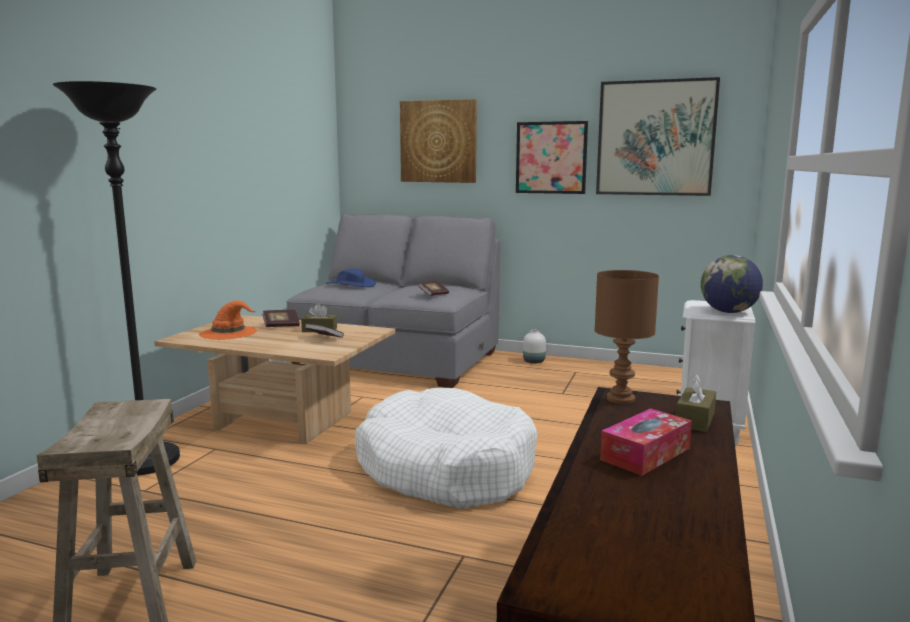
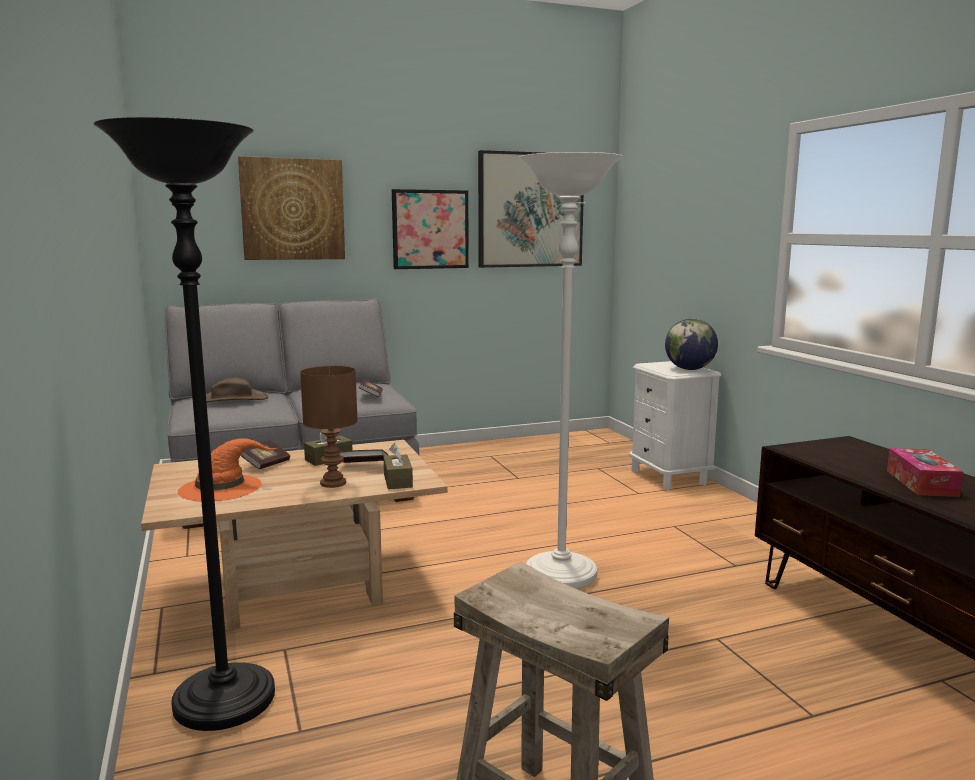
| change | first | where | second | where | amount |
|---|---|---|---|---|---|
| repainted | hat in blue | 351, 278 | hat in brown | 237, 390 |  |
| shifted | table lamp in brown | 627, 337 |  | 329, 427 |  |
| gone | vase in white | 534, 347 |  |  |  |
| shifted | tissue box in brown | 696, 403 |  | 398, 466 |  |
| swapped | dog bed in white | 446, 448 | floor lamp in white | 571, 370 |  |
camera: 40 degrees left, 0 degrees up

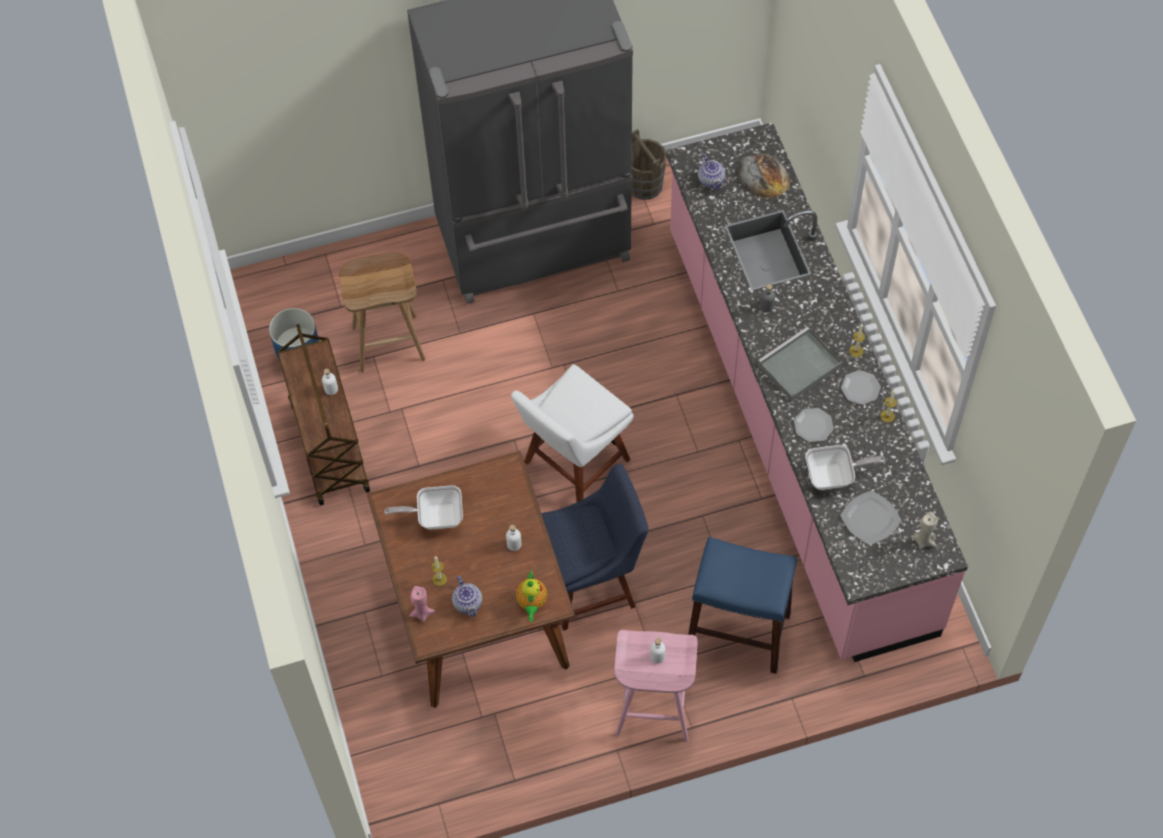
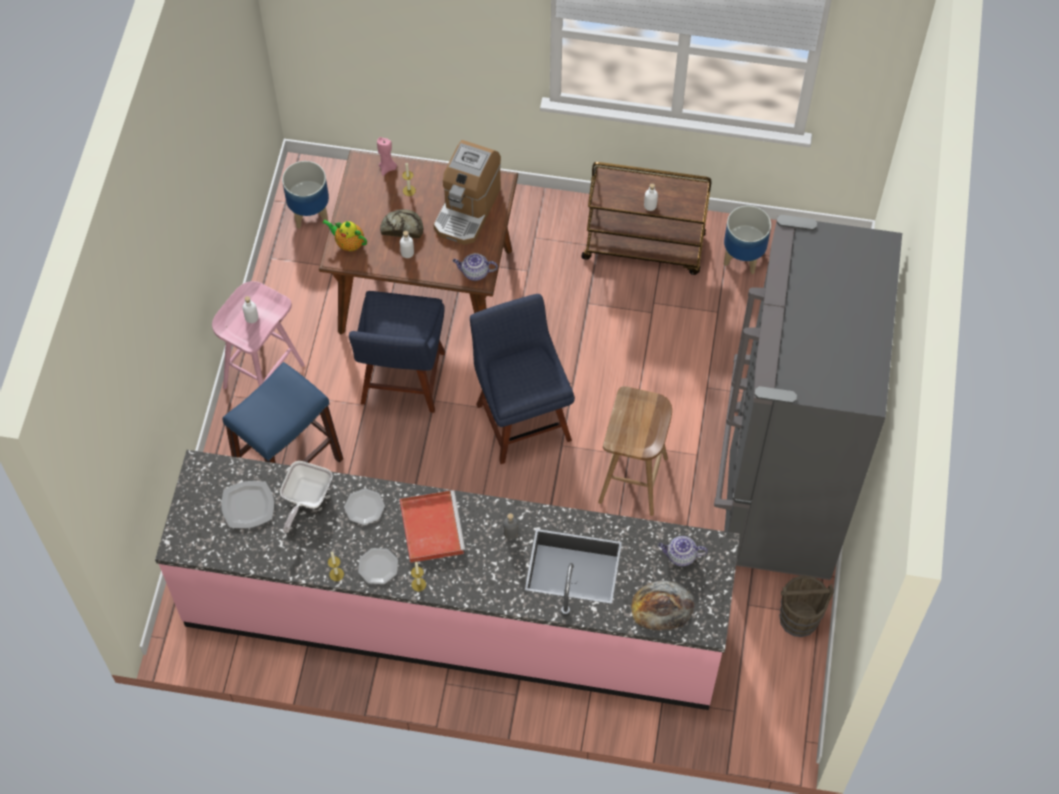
| change | first | where | second | where | amount |
|---|---|---|---|---|---|
| shifted | stool in brown | 382, 312 |  | 635, 451 |  |
| repainted | tray in grey | 800, 364 | tray in red | 432, 526 |  |
| repainted | chair in white | 572, 433 | chair in blue | 522, 379 |  |
| swapped | frying pan | 424, 507 | coffee machine | 467, 192 |  |
| gone | candle in beige | 924, 530 |  |  |  |
| shifted | teapot | 467, 596 |  | 475, 267 |  |
| new |  |  | planter | 305, 194 |  |
| new |  |  | bread | 401, 223 |  |
camera: 115 degrees right, 0 degrees up

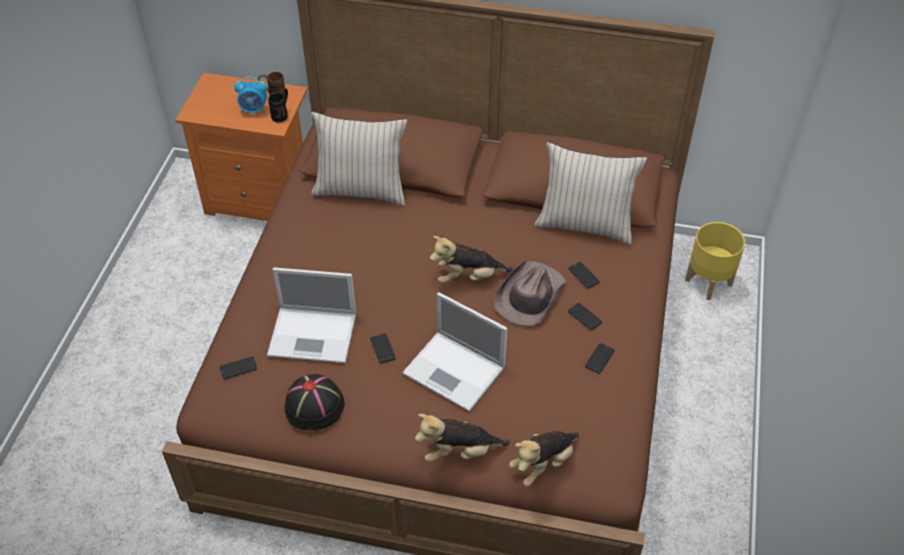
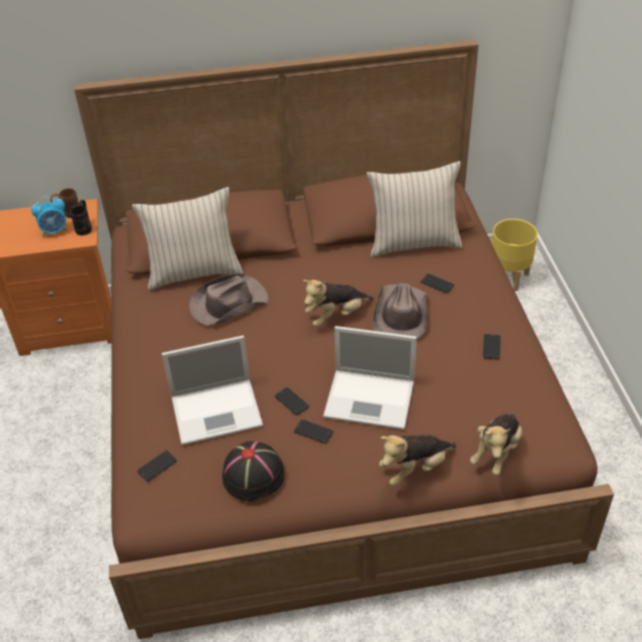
| change | first | where | second | where | amount |
|---|---|---|---|---|---|
| shifted | phone | 585, 316 |  | 313, 431 |  |
| new |  |  | hat in brown | 229, 300 |  |
camera: 20 degrees left, 5 degrees down

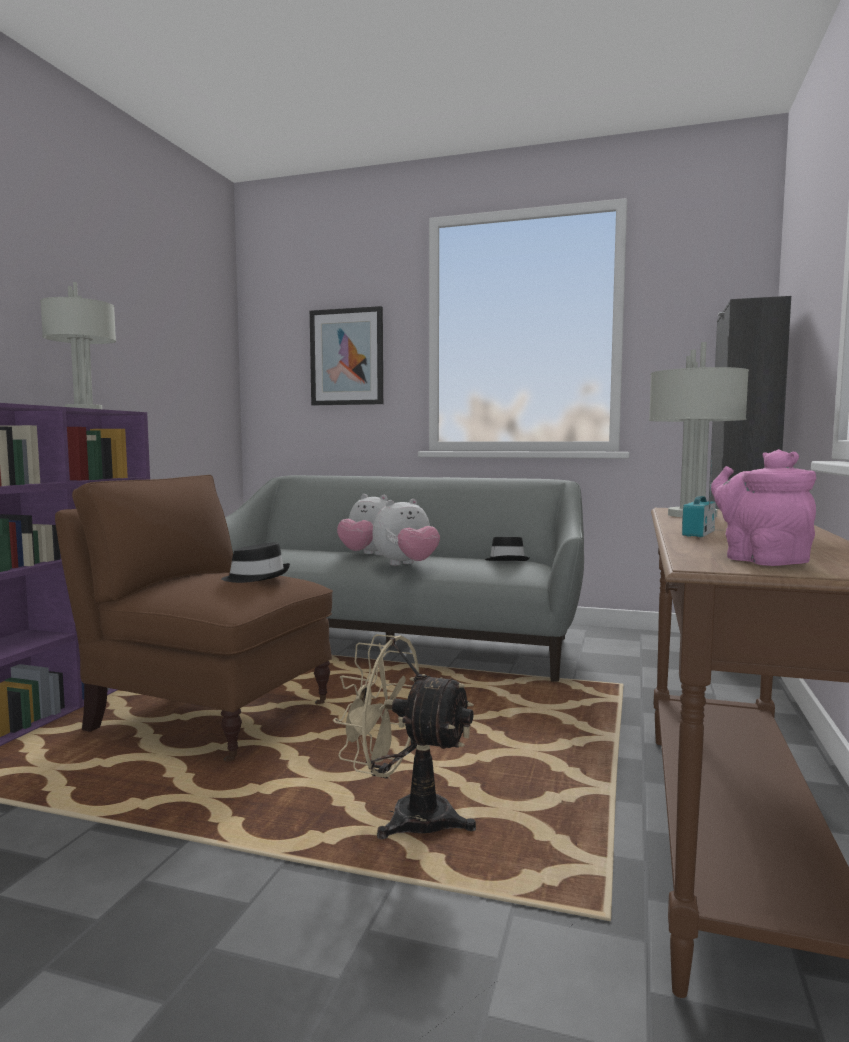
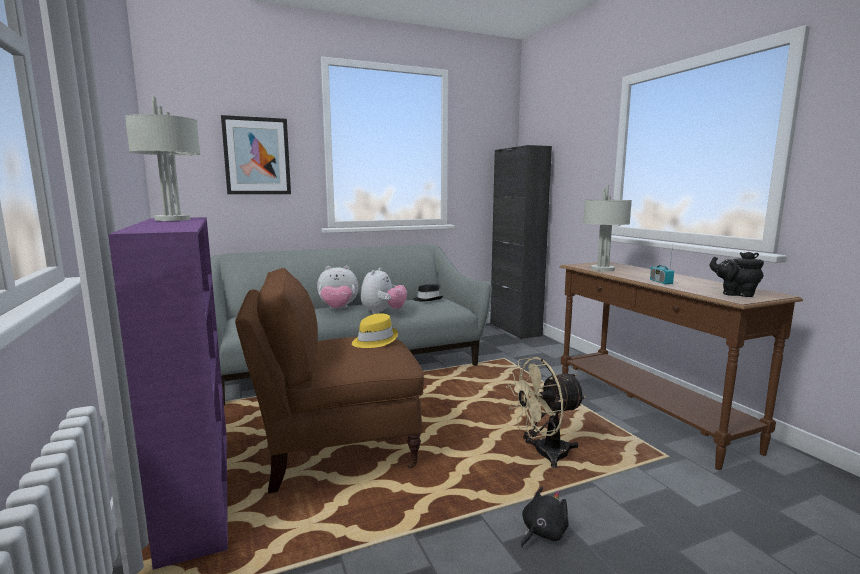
| change | first | where | second | where | amount |
|---|---|---|---|---|---|
| repainted | teapot in pink | 763, 507 | teapot in black | 737, 274 |  |
| repainted | hat in black | 255, 562 | hat in yellow | 375, 330 |  |
| new |  |  | plush toy in black | 545, 517 |  |
camera: 40 degrees left, 5 degrees up

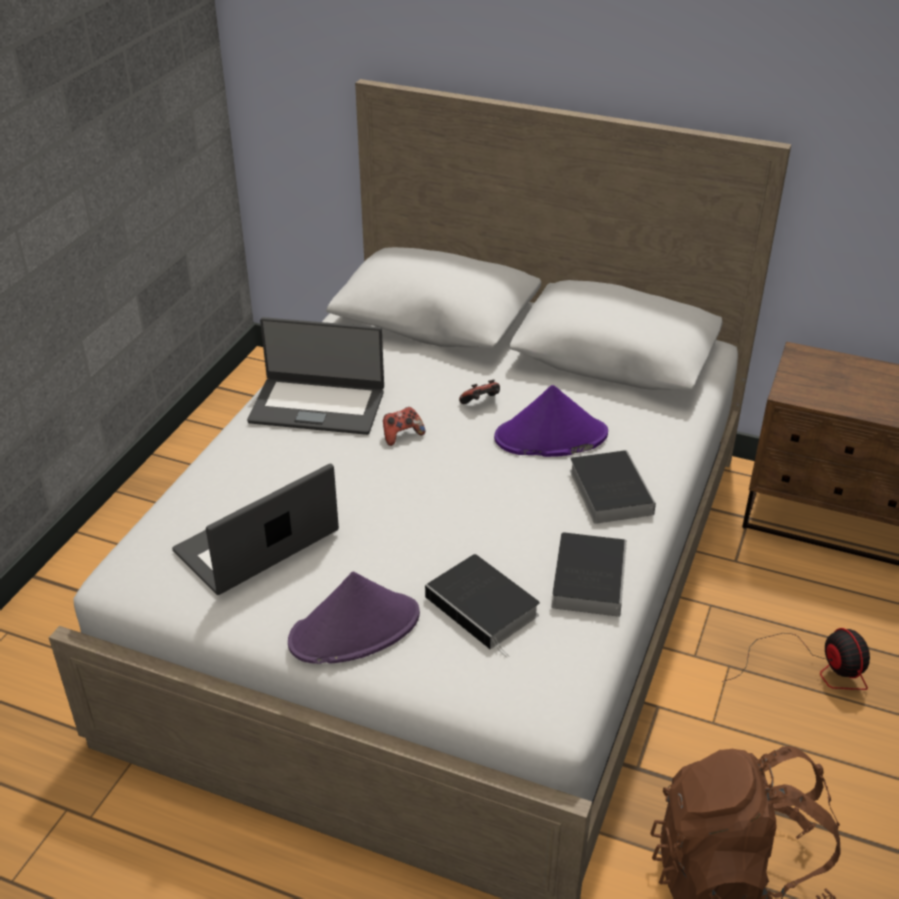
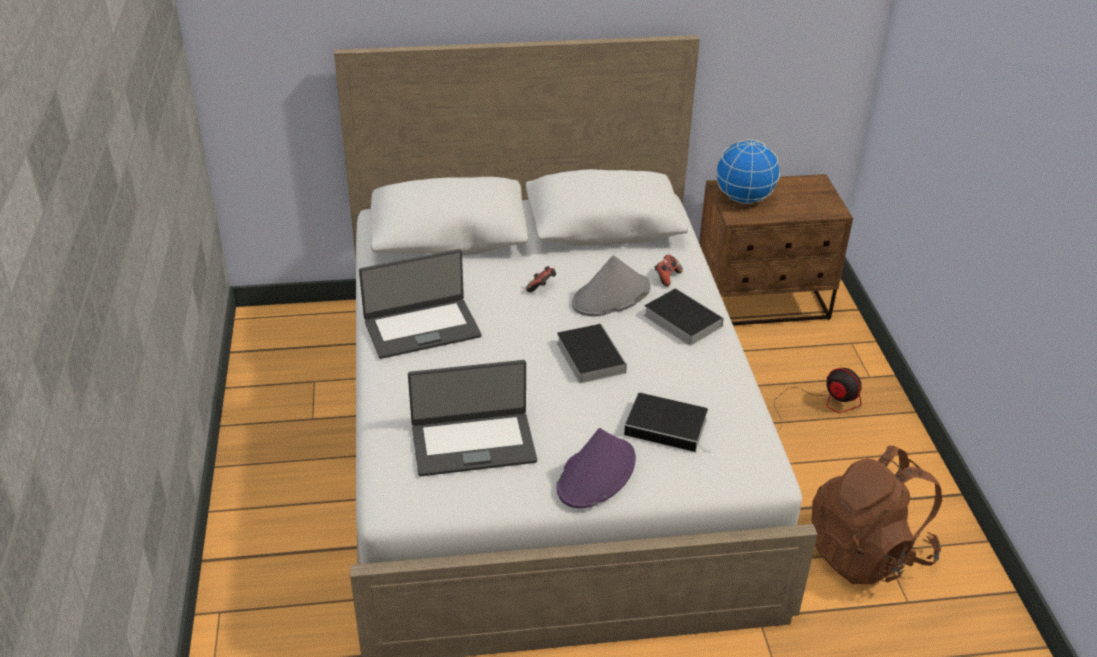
| change | first | where | second | where | amount |
|---|---|---|---|---|---|
| repainted | hat in purple | 551, 421 | hat in grey | 611, 286 |  |
| shifted | game controller | 404, 426 |  | 669, 270 |  |
| rotated | laptop | 255, 529 |  | 472, 418 | 120 degrees counterclockwise |
| shifted | book | 589, 574 |  | 592, 353 |  |
| new |  |  | globe | 748, 172 |  |
camera: 30 degrees left, 0 degrees up

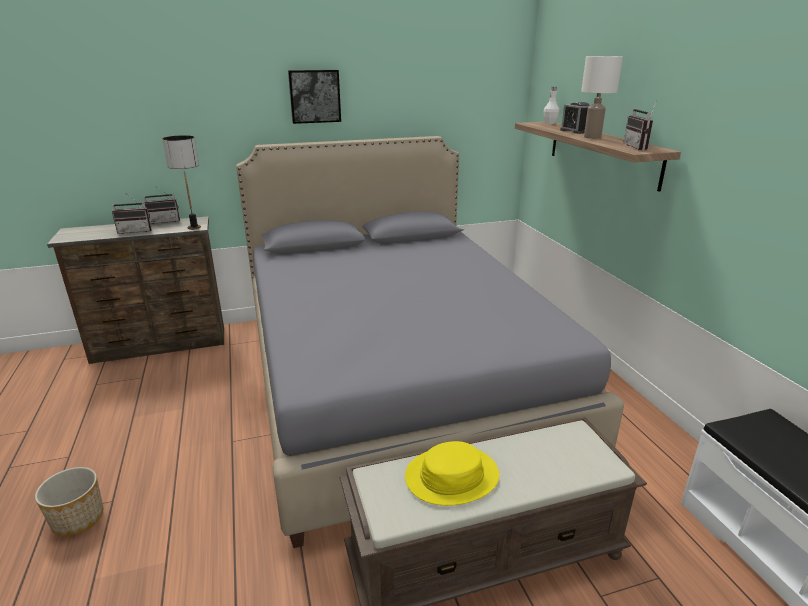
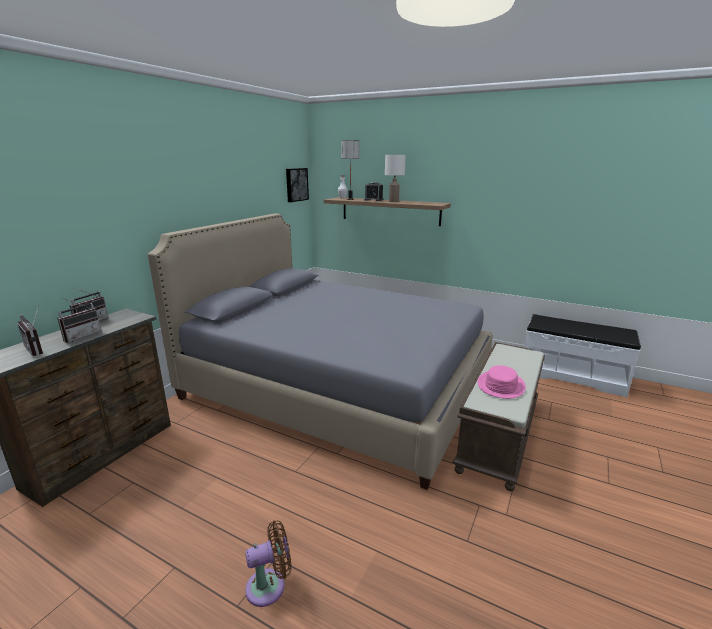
| change | first | where | second | where | amount |
|---|---|---|---|---|---|
| shifted | picture | 314, 97 |  | 297, 185 |  |
| shifted | radio | 640, 125 |  | 30, 331 |  |
| shifted | table lamp | 181, 182 |  | 350, 170 |  |
| repainted | hat in yellow | 452, 473 | hat in pink | 502, 382 |  |
| swapped | planter | 69, 501 | fan in brown | 268, 563 |  |
camera: 45 degrees left, 5 degrees down

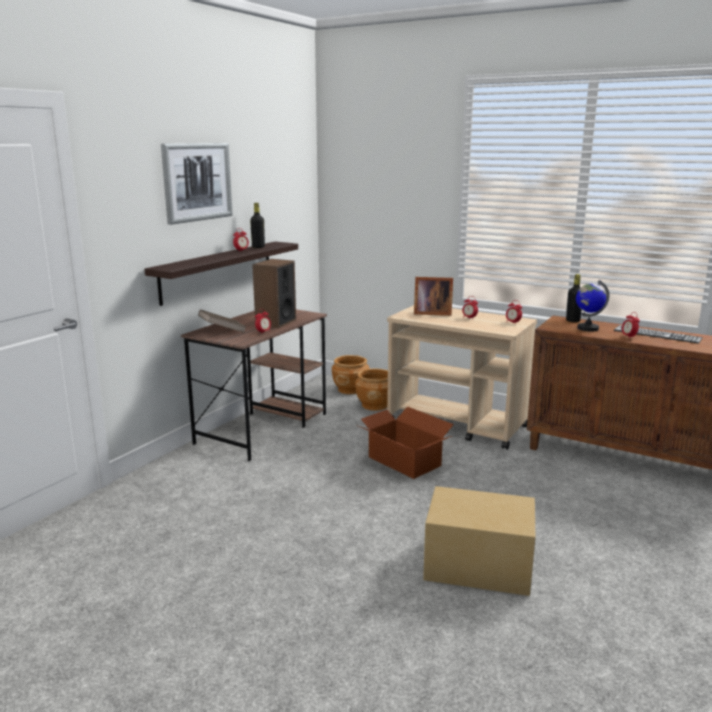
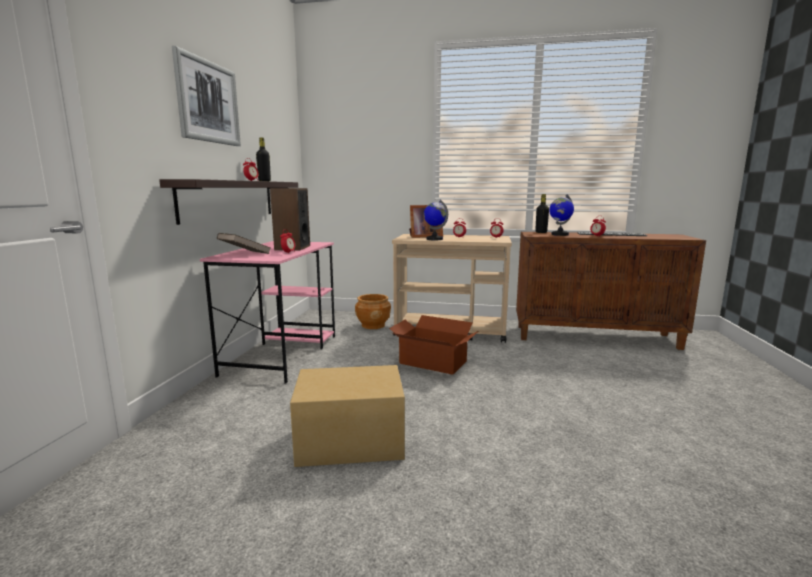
| change | first | where | second | where | amount |
|---|---|---|---|---|---|
| repainted | desk in brown | 254, 385 | desk in pink | 267, 312 |  |
| gone | planter in brown | 350, 374 |  |  |  |
| shifted | cardboard box | 479, 541 |  | 347, 416 |  |
| new |  |  | globe | 436, 220 |  |
camera: 20 degrees left, 5 degrees down

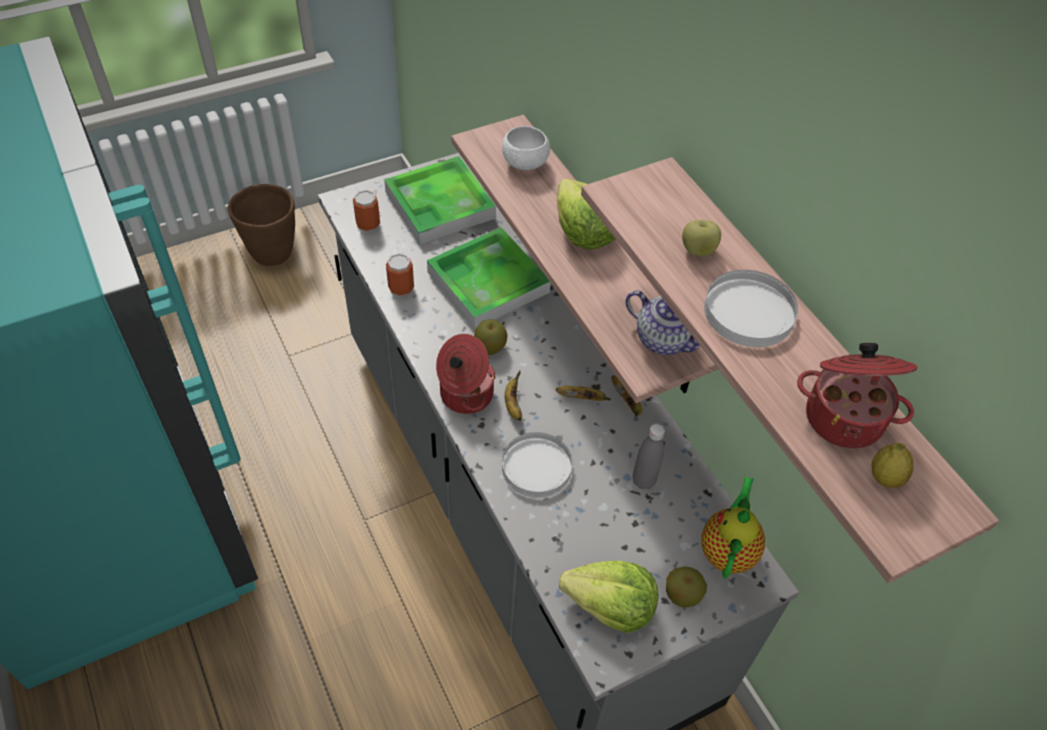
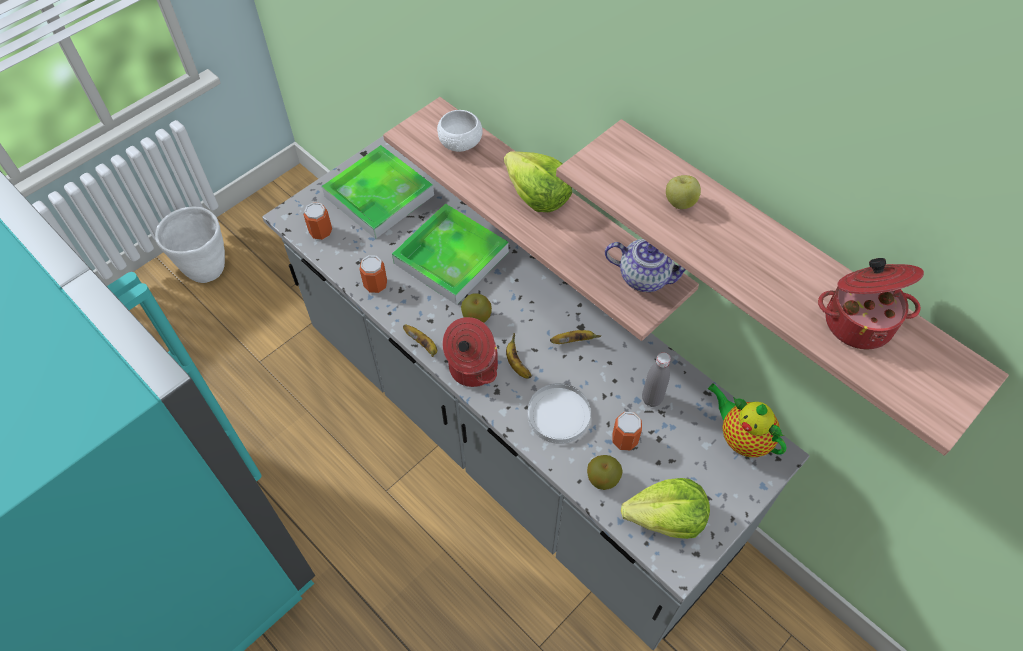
| change | first | where | second | where | amount |
|---|---|---|---|---|---|
| repainted | planter in brown | 261, 225 | planter in white | 190, 244 |  |
| gone | plate in white | 751, 308 |  |  |  |
| shifted | banana | 626, 395 |  | 420, 341 |  |
| gone | lemon | 892, 465 |  |  |  |
| rotated | teapot | 733, 527 |  | 746, 420 | 45 degrees counterclockwise |
| shifted | apple | 686, 587 |  | 605, 472 |  |
| new |  |  | can | 627, 431 |  |
camera: 15 degrees left, 5 degrees up

